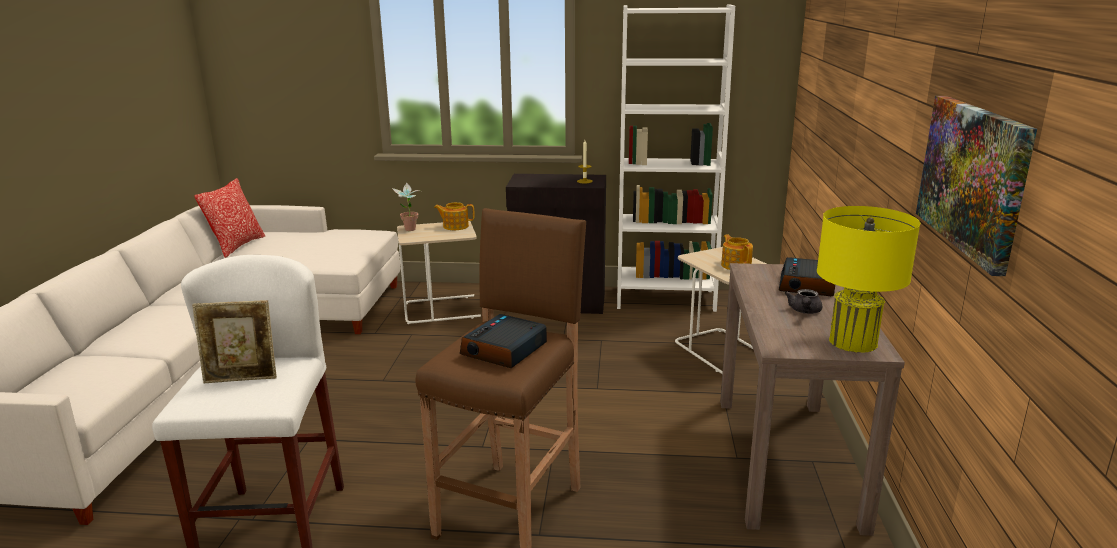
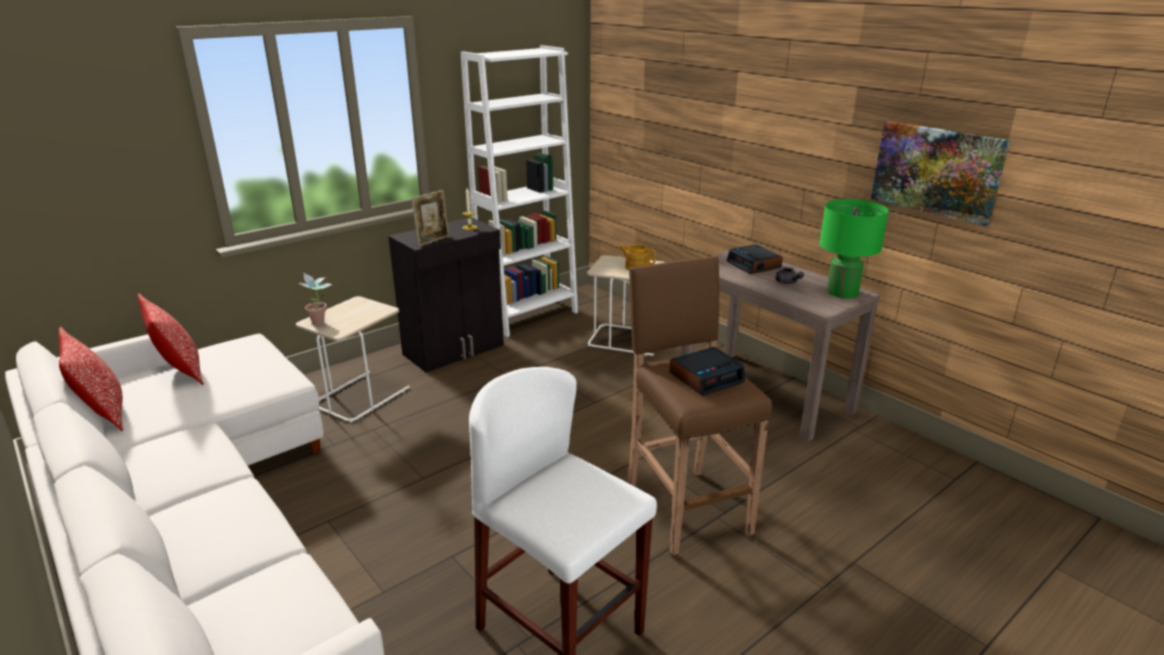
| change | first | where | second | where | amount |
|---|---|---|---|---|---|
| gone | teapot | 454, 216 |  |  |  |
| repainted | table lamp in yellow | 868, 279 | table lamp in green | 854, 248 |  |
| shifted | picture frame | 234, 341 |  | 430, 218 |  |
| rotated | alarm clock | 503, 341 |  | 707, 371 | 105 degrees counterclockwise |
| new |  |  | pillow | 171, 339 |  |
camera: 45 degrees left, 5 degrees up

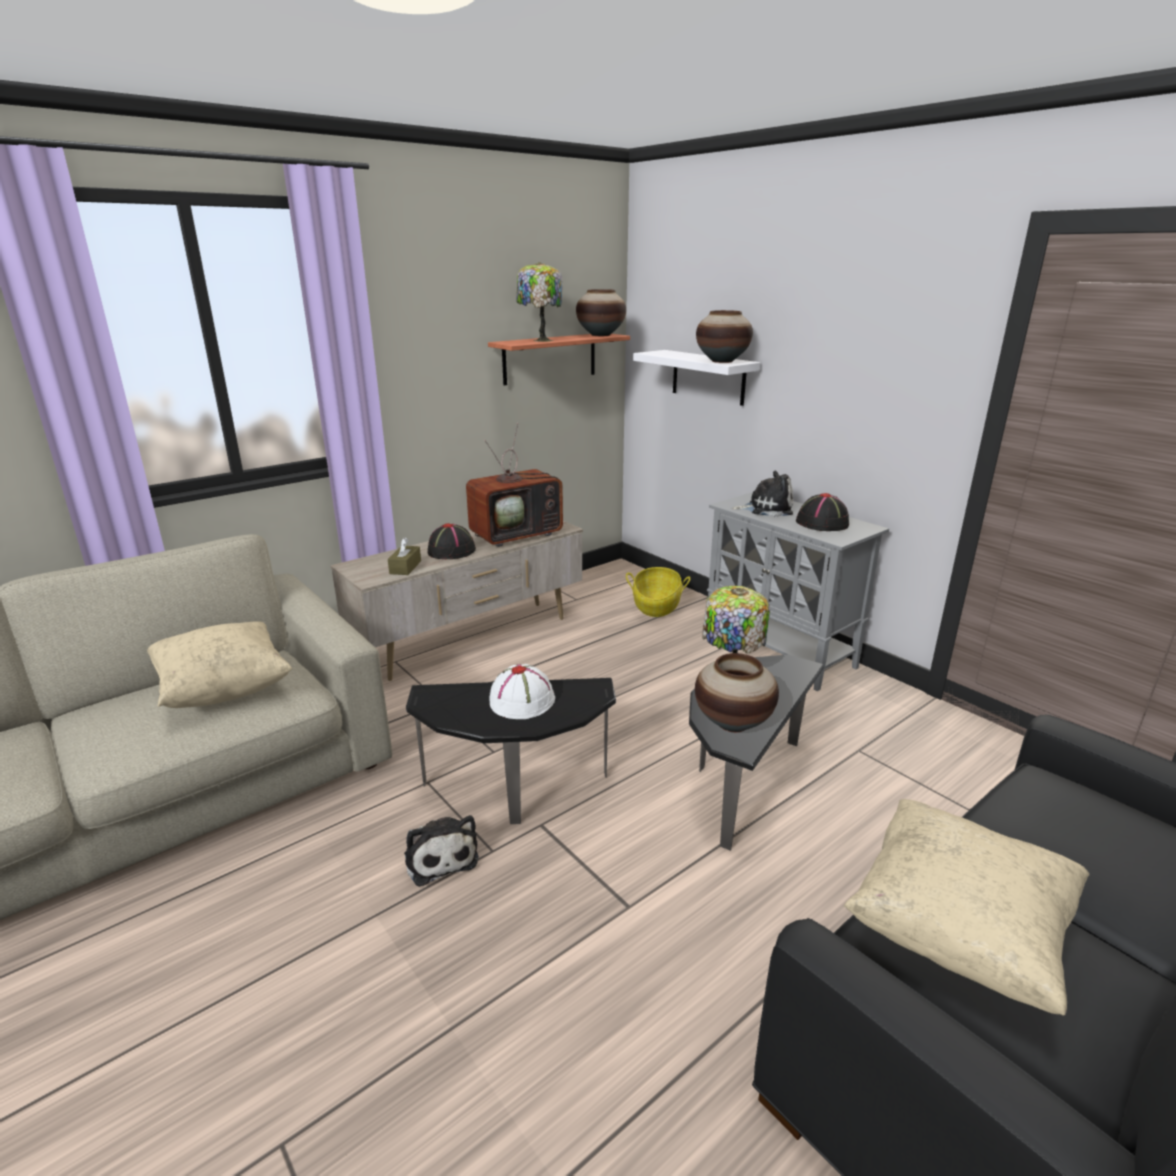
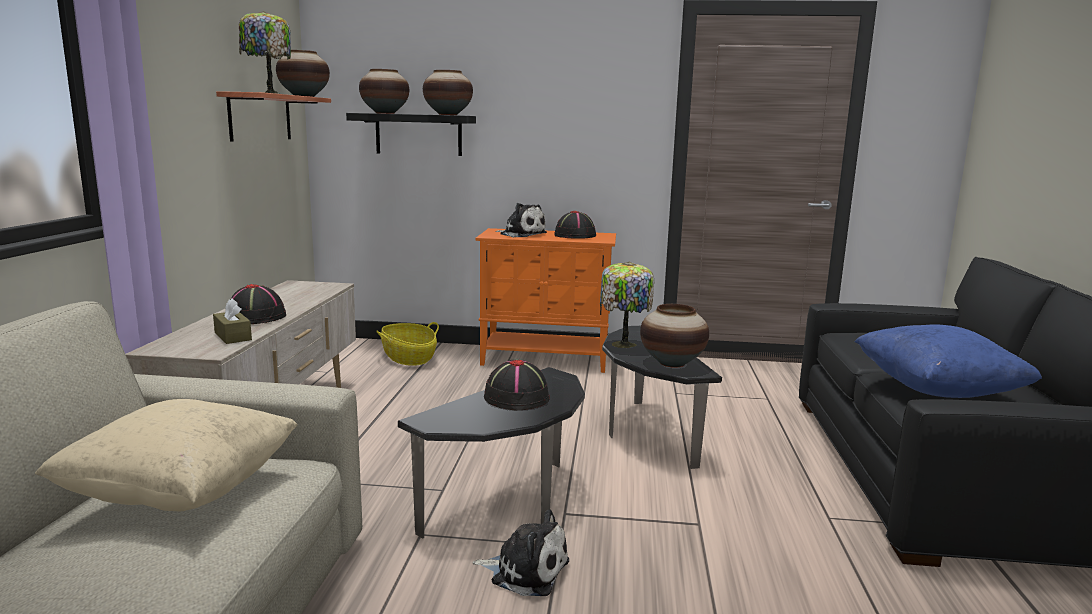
| change | first | where | second | where | amount |
|---|---|---|---|---|---|
| repainted | shelf in white | 697, 378 | shelf in black | 411, 134 |  |
| gone | television | 514, 485 |  |  |  |
| rotated | plush toy | 762, 494 |  | 521, 220 | 75 degrees clockwise |
| repainted | cabinet in grey | 798, 591 | cabinet in orange | 545, 300 |  |
| repainted | hat in white | 522, 691 | hat in black | 517, 385 |  |
| repainted | pillow in beige | 966, 907 | pillow in blue | 948, 361 |  |
| new |  |  | vase | 384, 91 |  |
camera: 45 degrees left, 10 degrees down

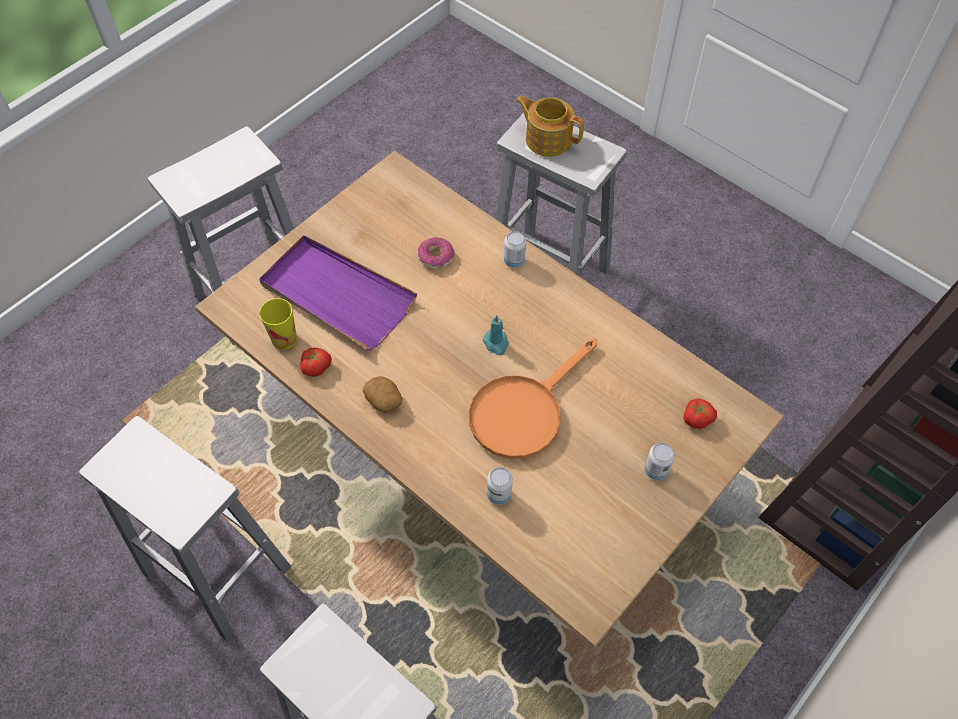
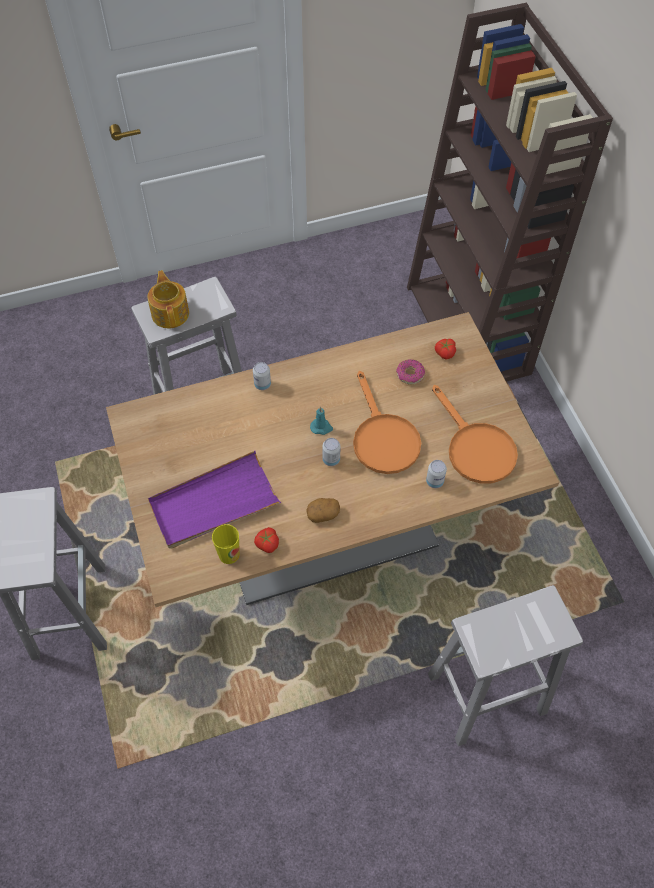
| change | first | where | second | where | amount |
|---|---|---|---|---|---|
| rotated | teapot | 550, 126 |  | 168, 299 | 105 degrees clockwise |
| shifted | donut | 436, 253 |  | 410, 372 |  |
| gone | stool in white | 185, 529 |  |  |  |
| shifted | can | 660, 461 |  | 331, 452 |  |
| new |  |  | frying pan in orange | 475, 434 |  |
camera: 60 degrees left, 0 degrees up

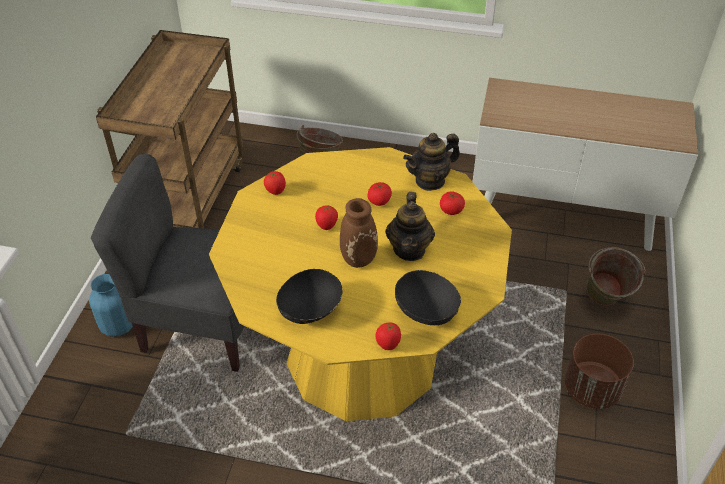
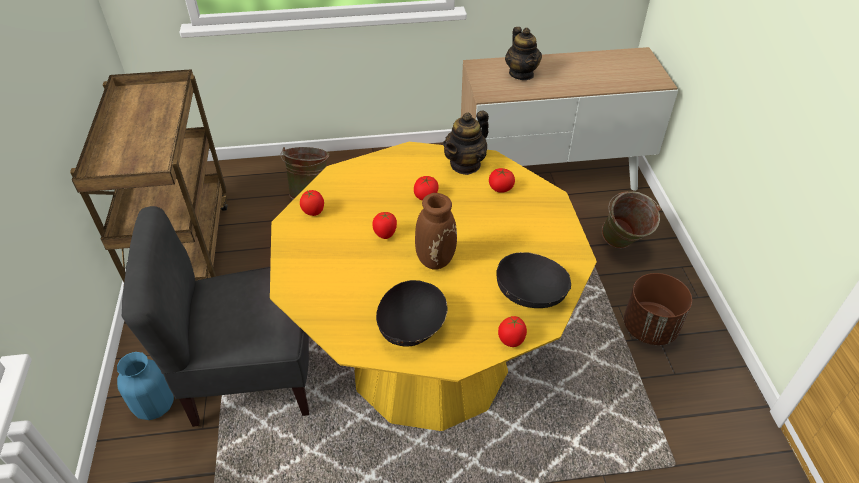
| change | first | where | second | where | amount |
|---|---|---|---|---|---|
| shifted | teapot | 410, 226 |  | 523, 53 |  |
camera: 20 degrees left, 0 degrees up

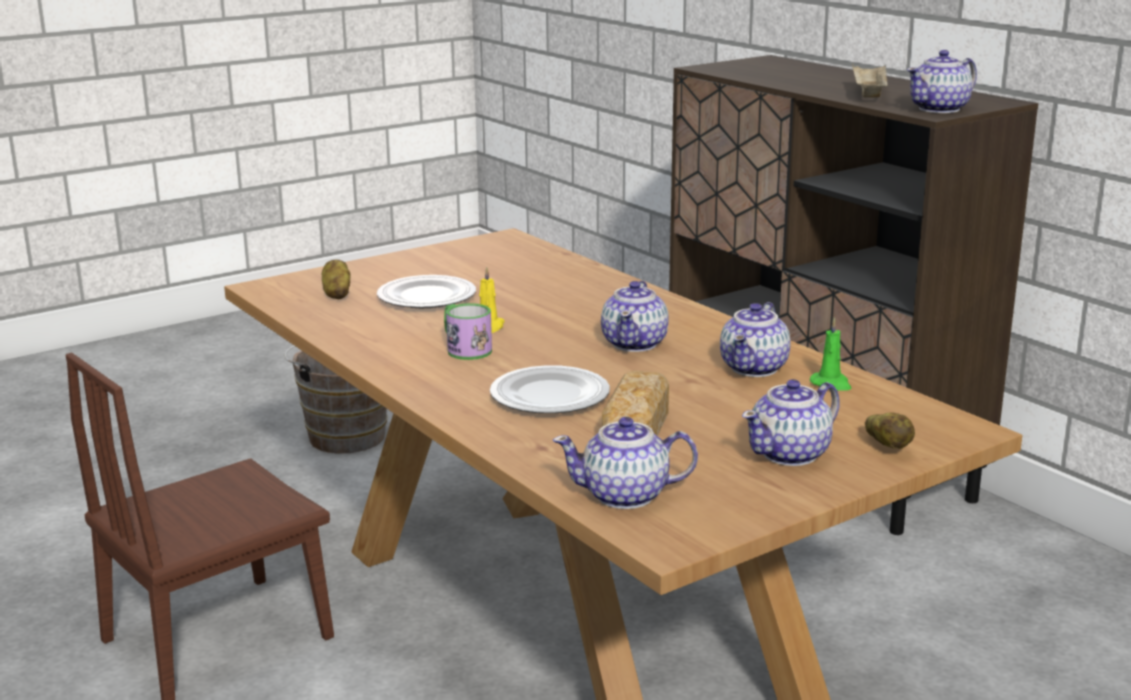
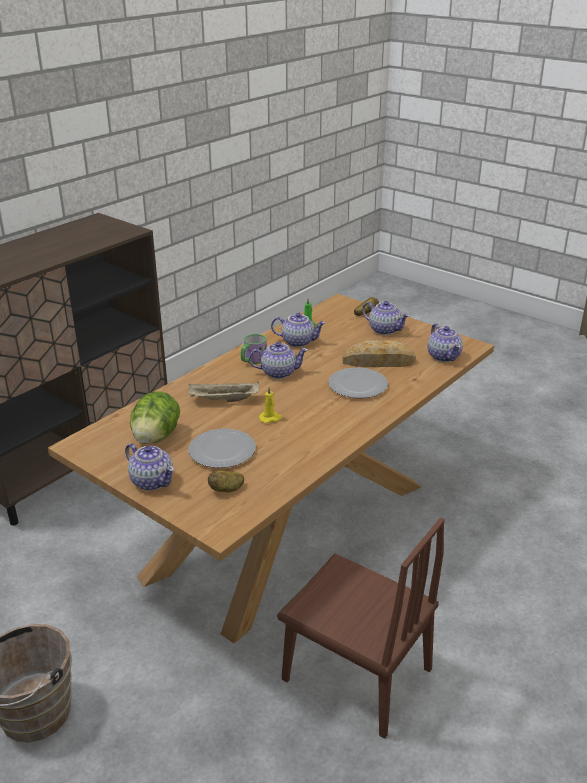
| change | first | where | second | where | amount |
|---|---|---|---|---|---|
| shifted | teapot | 942, 81 |  | 150, 467 |  |
| shifted | tray in beige | 870, 80 |  | 224, 392 |  |
| shifted | mug | 468, 331 |  | 254, 349 |  |
| new |  |  | lettuce | 155, 417 |  |
camera: 105 degrees left, 10 degrees up

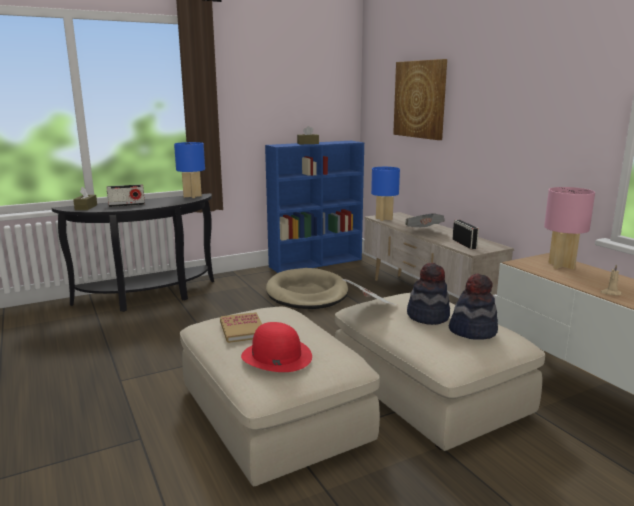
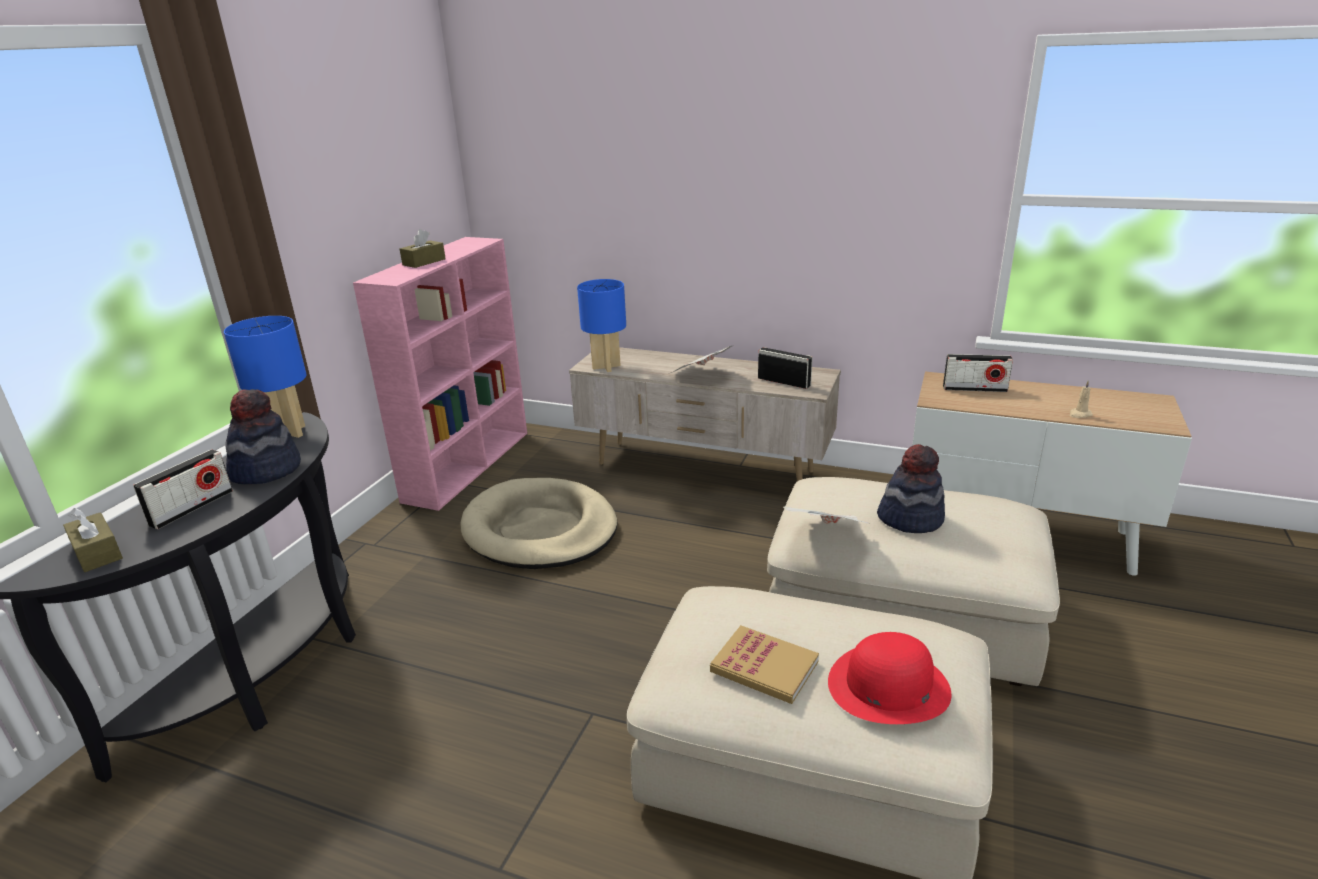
| change | first | where | second | where | amount |
|---|---|---|---|---|---|
| gone | picture | 420, 99 |  |  |  |
| repainted | bookcase in blue | 314, 207 | bookcase in pink | 440, 374 |  |
| swapped | table lamp in pink | 569, 228 | radio | 978, 373 |  |
| shifted | hat | 473, 307 |  | 263, 436 |  |
camera: 40 degrees left, 10 degrees up

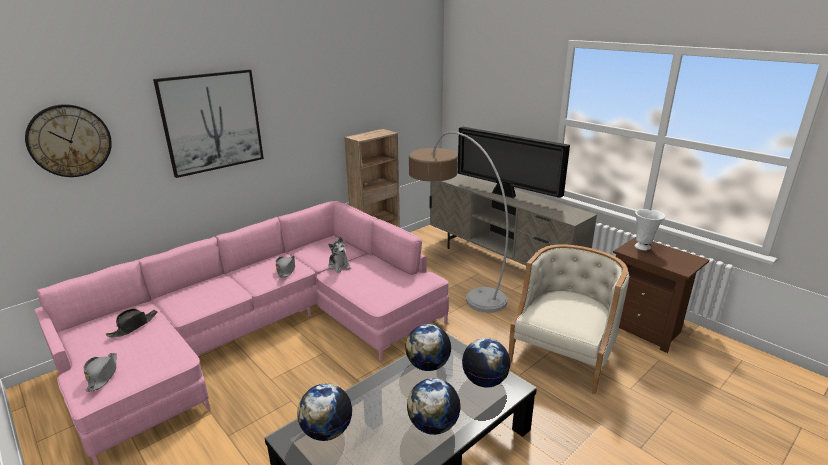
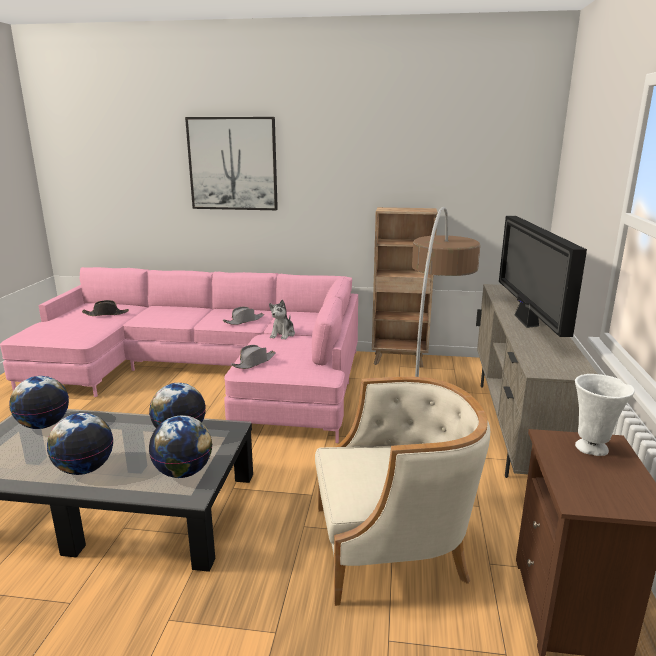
| change | first | where | second | where | amount |
|---|---|---|---|---|---|
| gone | wall clock | 68, 140 |  |  |  |
| shifted | hat in grey | 100, 372 |  | 253, 357 |  |
camera: 50 degrees right, 5 degrees down

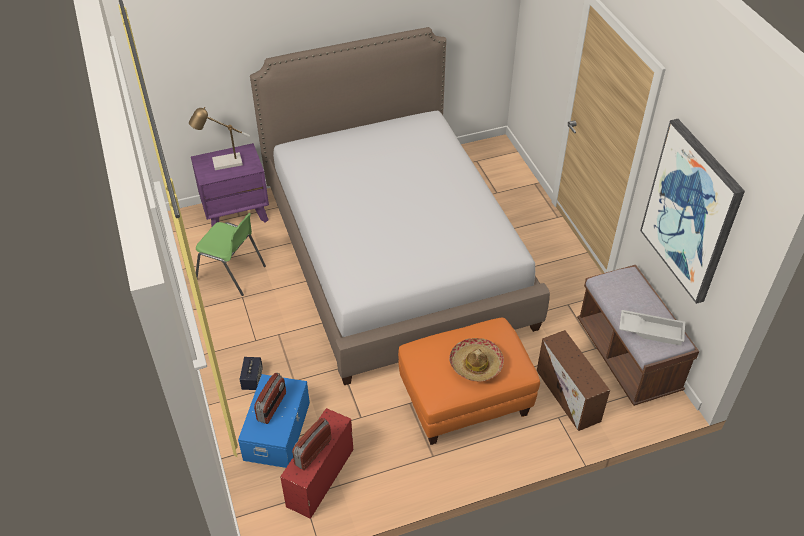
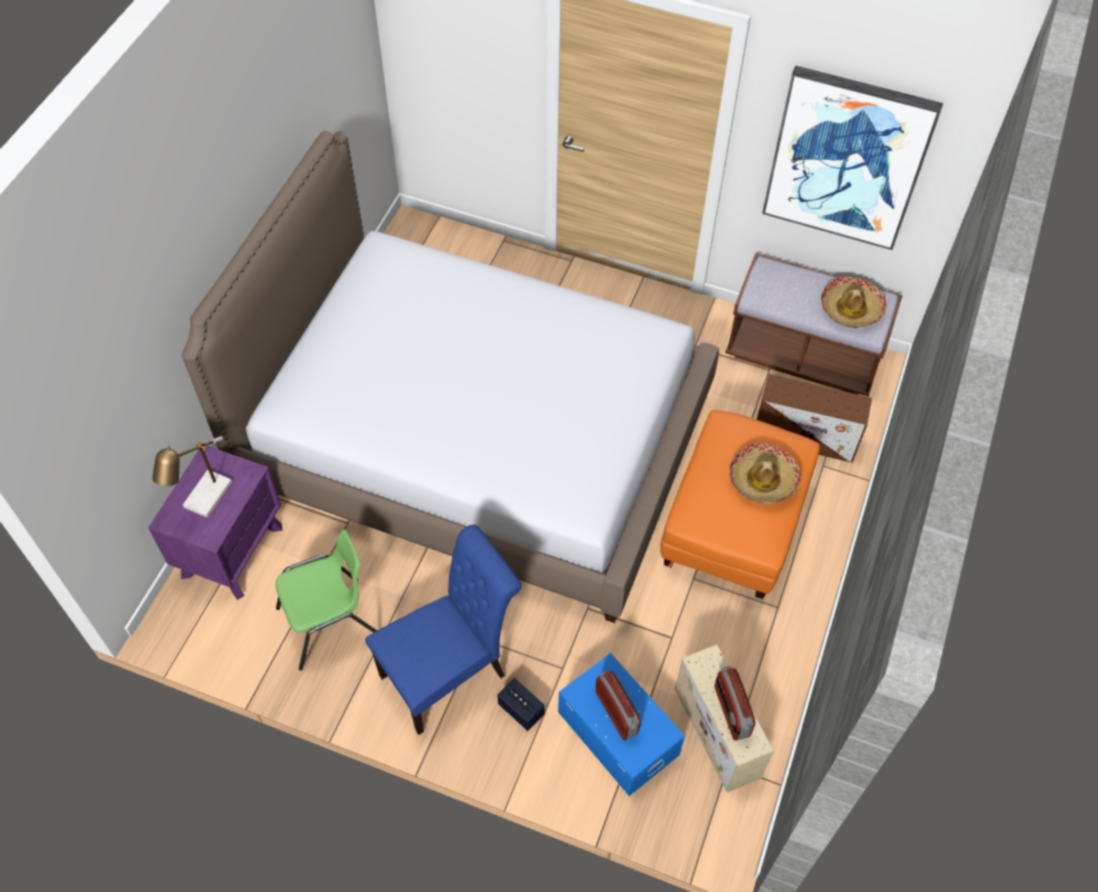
| change | first | where | second | where | amount |
|---|---|---|---|---|---|
| swapped | tray in white | 652, 328 | hat | 854, 302 |  |
| repainted | storage box in red | 316, 463 | storage box in beige | 724, 718 |  |
| new |  |  | chair in blue | 443, 630 |  |
camera: 50 degrees left, 10 degrees up

